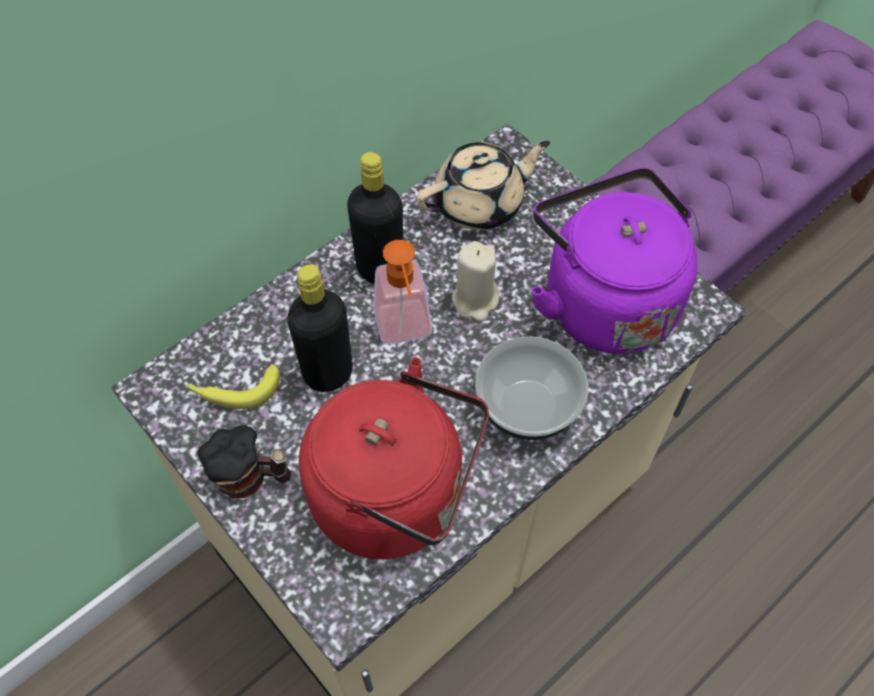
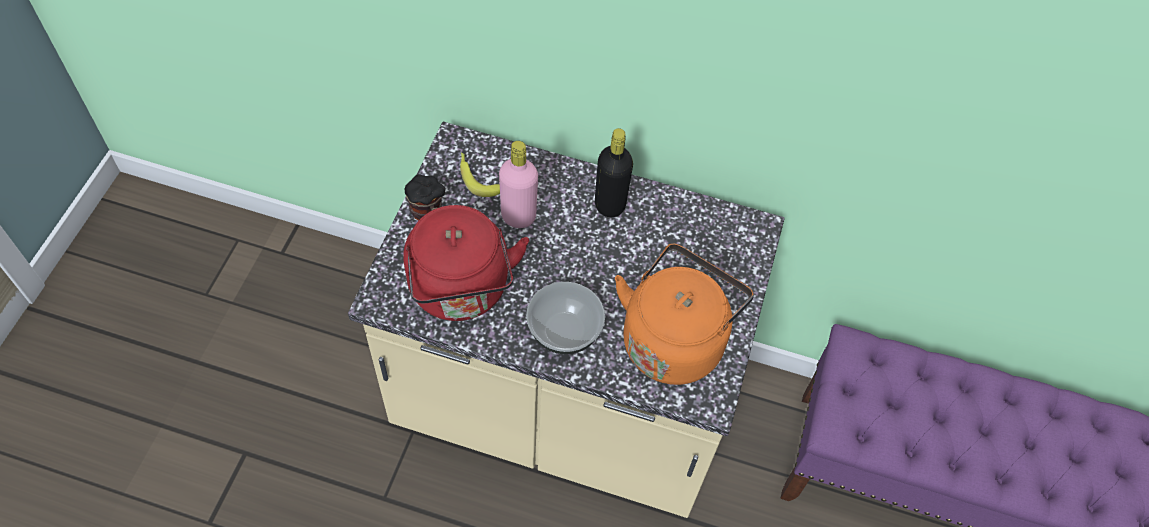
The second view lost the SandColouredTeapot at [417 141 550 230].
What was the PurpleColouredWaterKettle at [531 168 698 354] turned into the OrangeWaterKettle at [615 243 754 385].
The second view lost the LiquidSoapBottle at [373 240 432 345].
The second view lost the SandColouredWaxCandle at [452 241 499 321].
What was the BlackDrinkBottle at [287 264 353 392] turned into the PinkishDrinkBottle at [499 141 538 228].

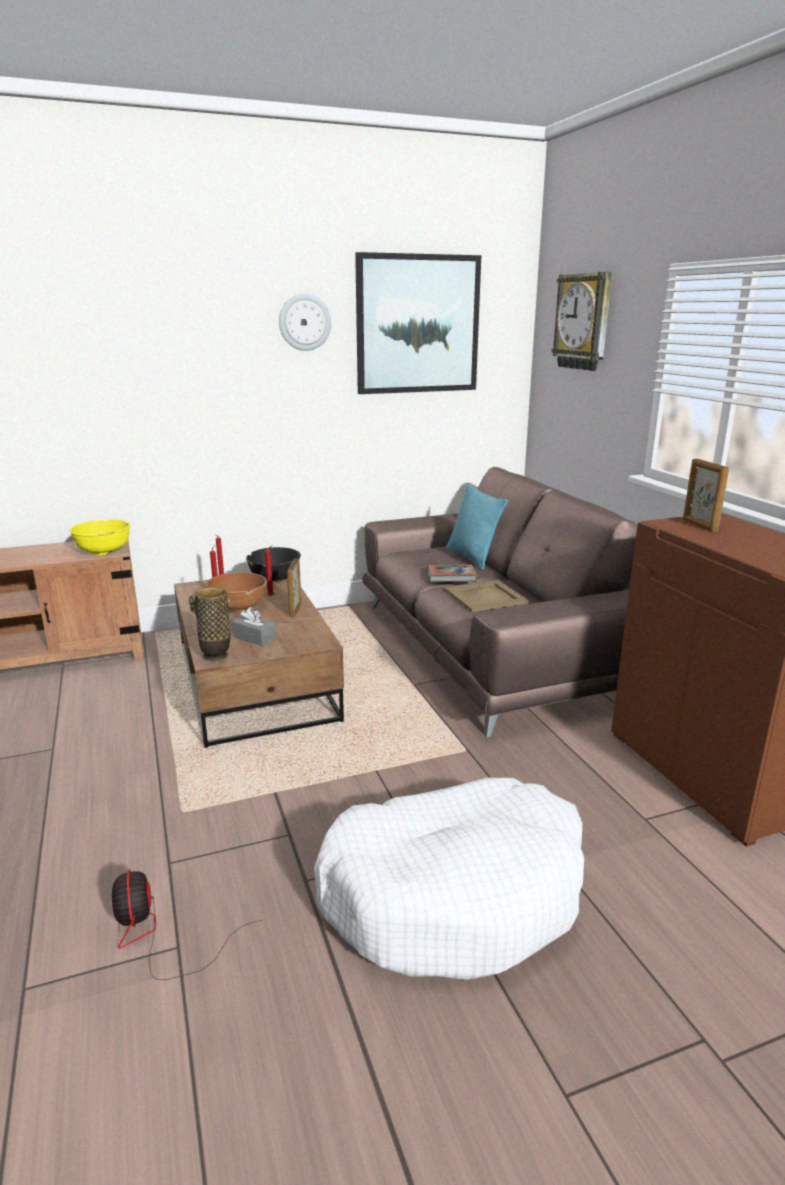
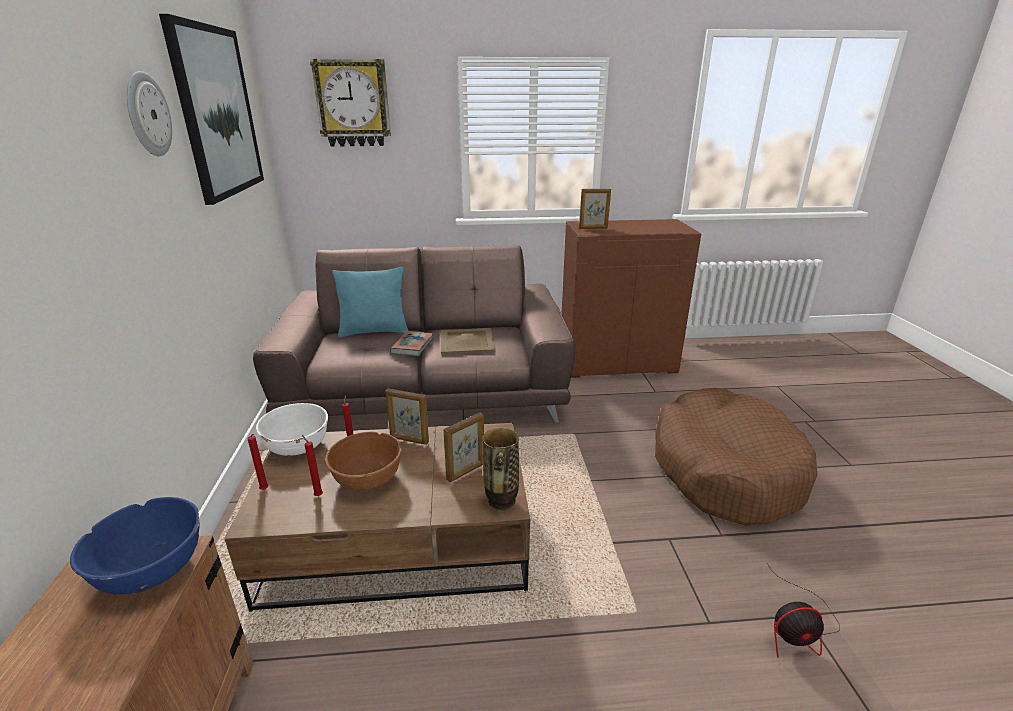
What was the YellowColouredServingBowl at [70 520 130 555] turned into the BlueServingBowl at [70 497 200 594].
What was the BlackServingBowl at [246 547 301 581] turned into the WhiteServingBowl at [256 403 328 456].
Where the GrayBoxOfTissues stood at [232 607 277 646], the StandingFrame came to stand at [444 412 484 482].
What was the WhiteDogCushion at [314 778 584 980] turned into the BrownDogCushion at [655 388 817 526].

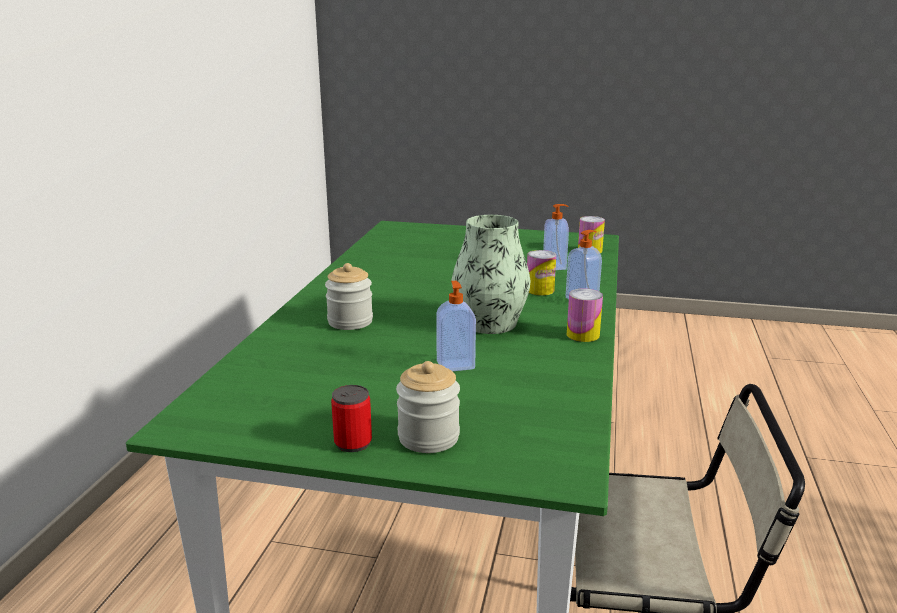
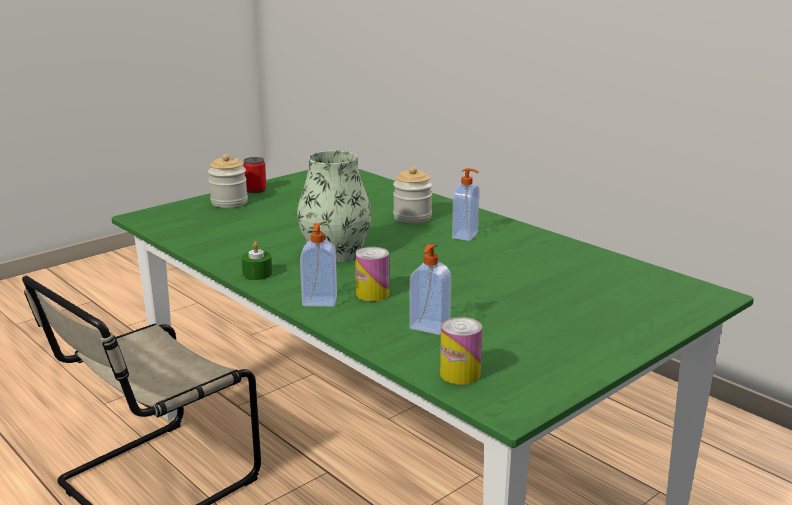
The LiquidSoapBottle ended up elsewhere, having gone from [436 281 476 371] to [452 168 480 241].
Where the SealedCan stood at [567 289 603 342], the GreenWaxCandle came to stand at [241 241 272 280].

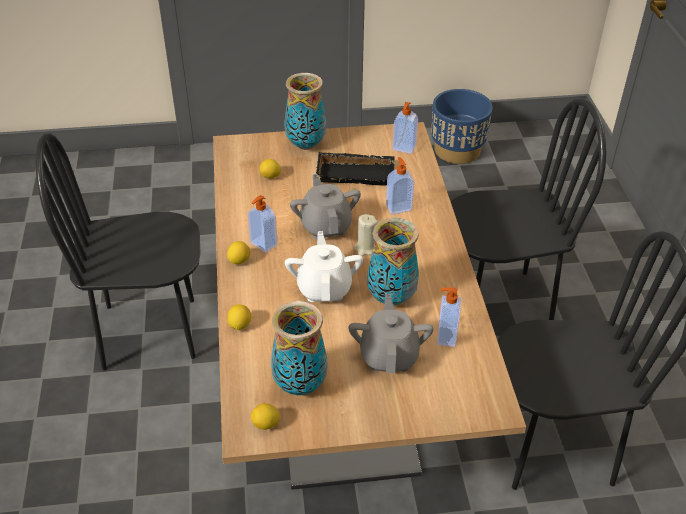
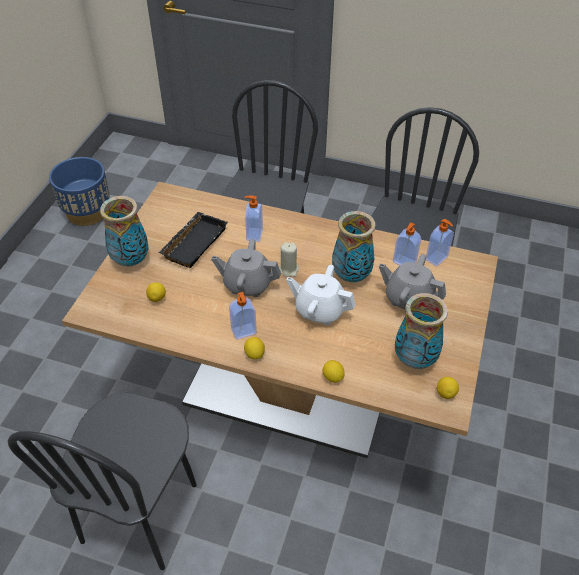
The LiquidSoapBottle ended up elsewhere, having gone from [392 102 418 154] to [426 219 454 266].

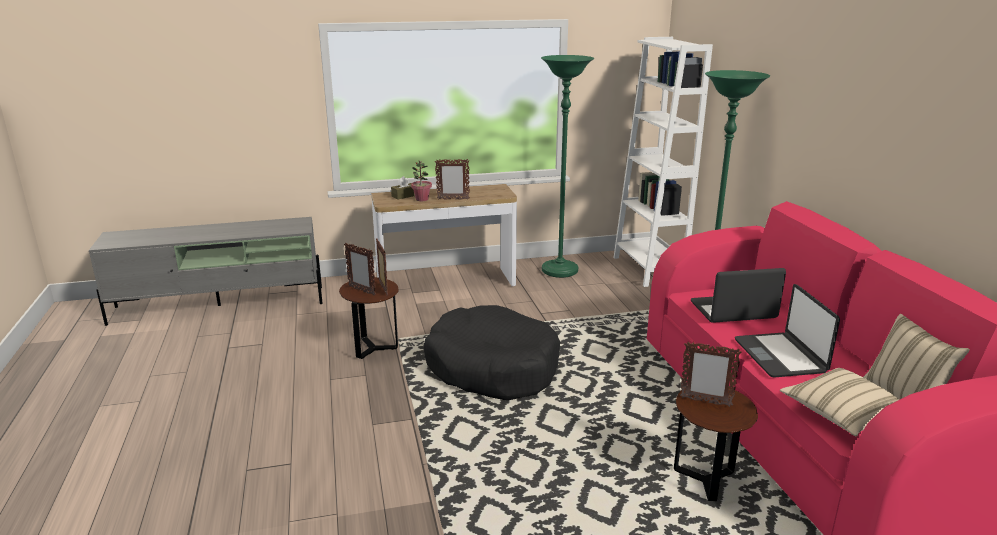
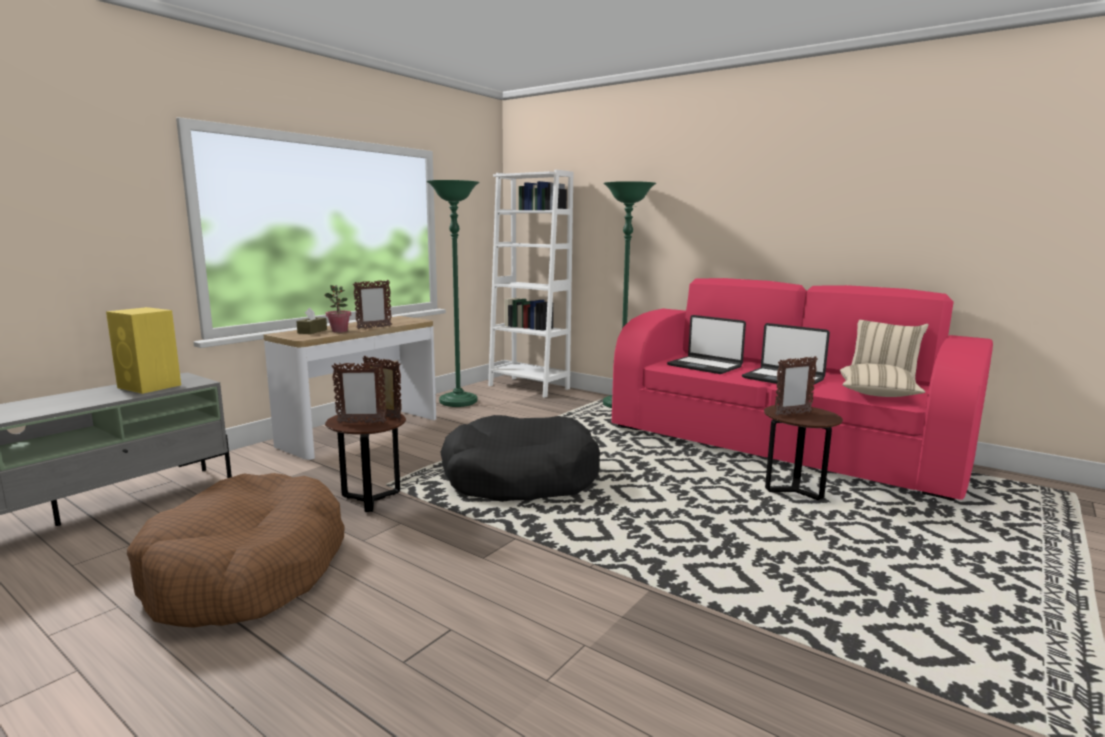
The NotebookComputer at [691 268 786 323] ended up facing another way, 90 degrees counterclockwise from before.
The second view gained the YellowColouredAudioSpeaker at [106 307 181 394].
The second view gained the BrownDogCushion at [127 473 345 628].

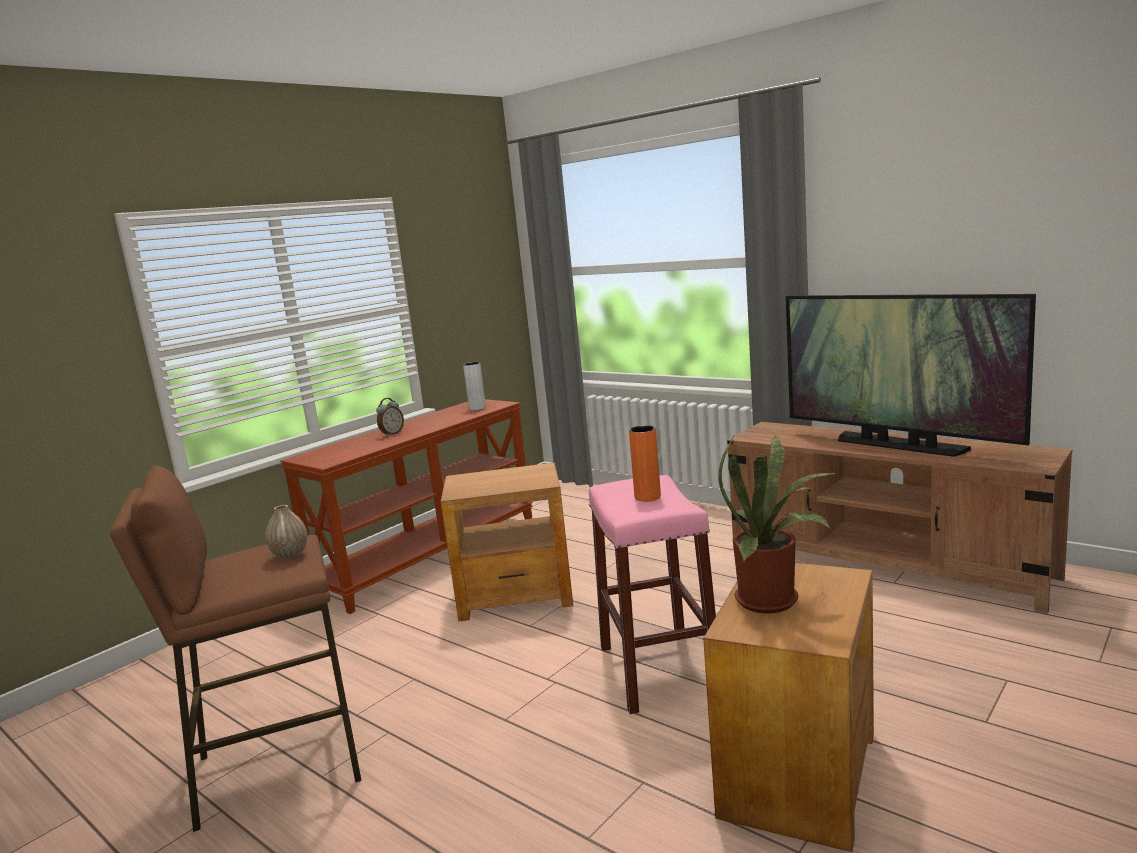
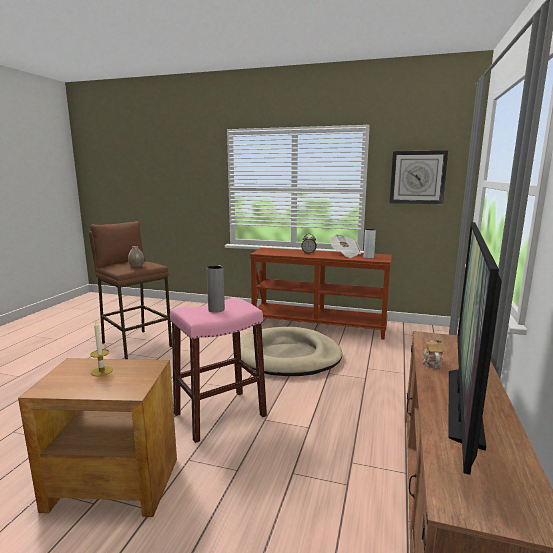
What was the OrangeVase at [629 425 661 502] turned into the GrayVase at [207 265 225 312].
Where the PlantInAPot stood at [719 434 835 614], the WaxCandle came to stand at [90 321 113 376].
Where the BrownSideTable stood at [441 463 573 621], the SandColouredDogCushion came to stand at [240 327 342 376].
The second view gained the WallClock at [390 150 448 204].
The second view gained the Newspaper at [330 234 361 258].
The second view gained the Teapot at [422 338 444 369].

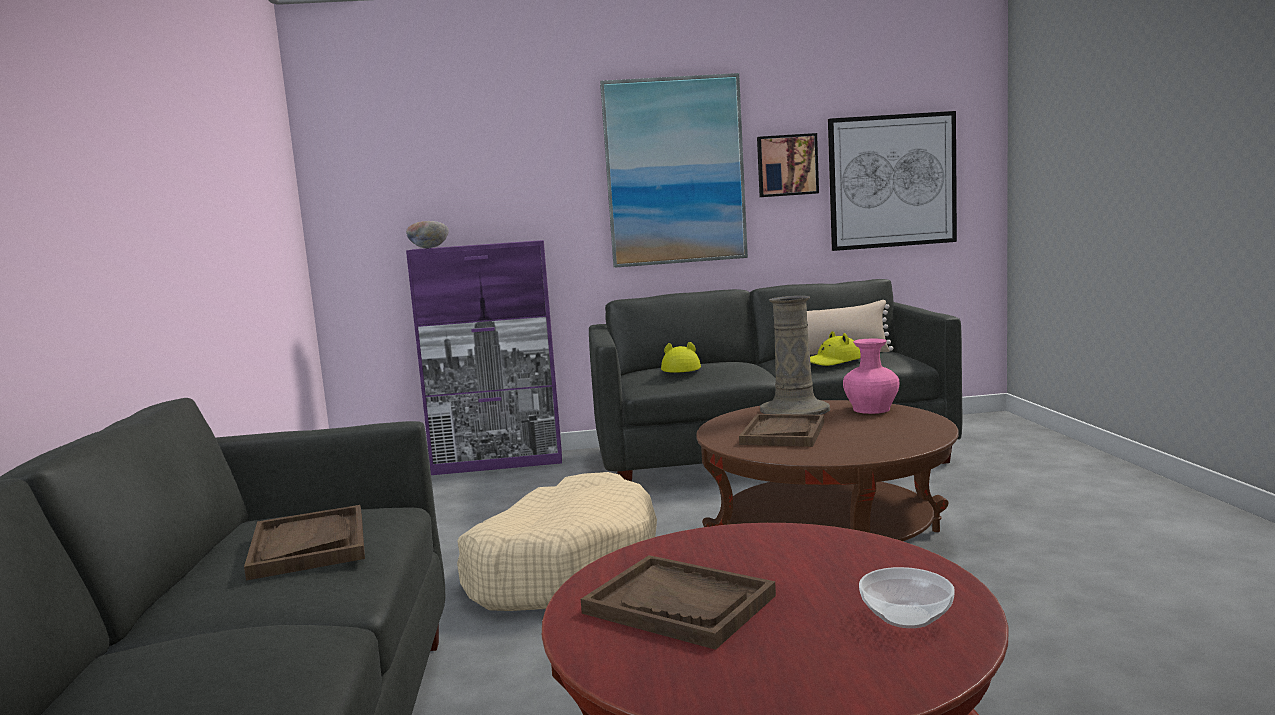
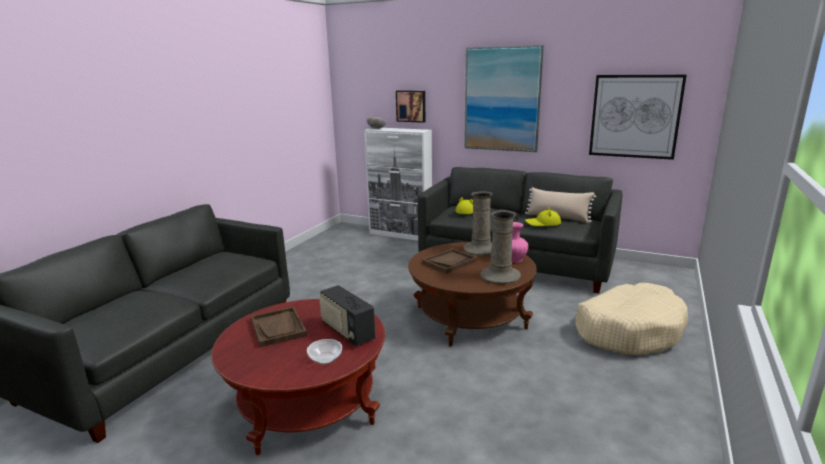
The Picture ended up elsewhere, having gone from [757 133 819 197] to [396 90 425 123].
What was the PurpleColouredStorageCabinet at [406 240 562 475] turned into the WhiteStorageCabinet at [364 128 432 241].
The SandColouredDogCushion ended up elsewhere, having gone from [457 472 657 611] to [575 283 688 355].
The second view lost the BrownTray at [244 505 365 580].
The second view gained the SandColouredVase at [480 210 521 285].
The second view gained the RadioSet at [319 285 376 346].

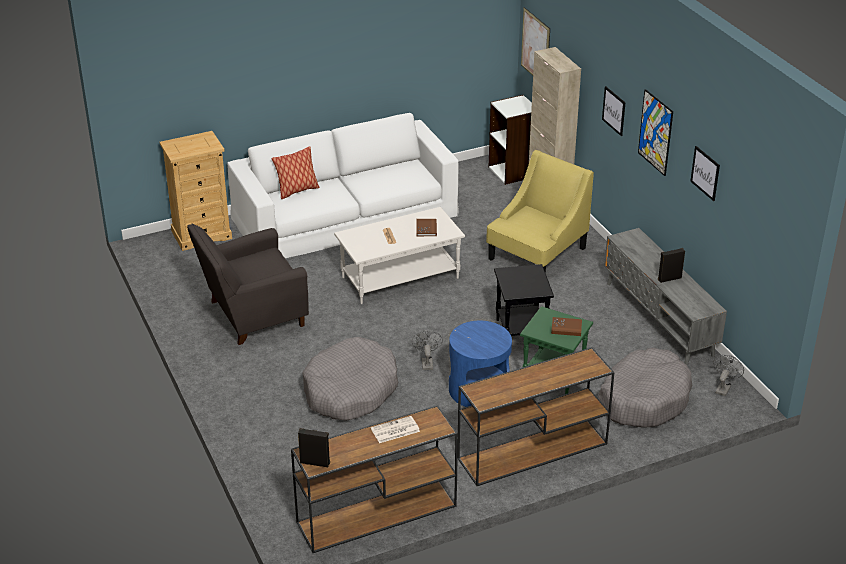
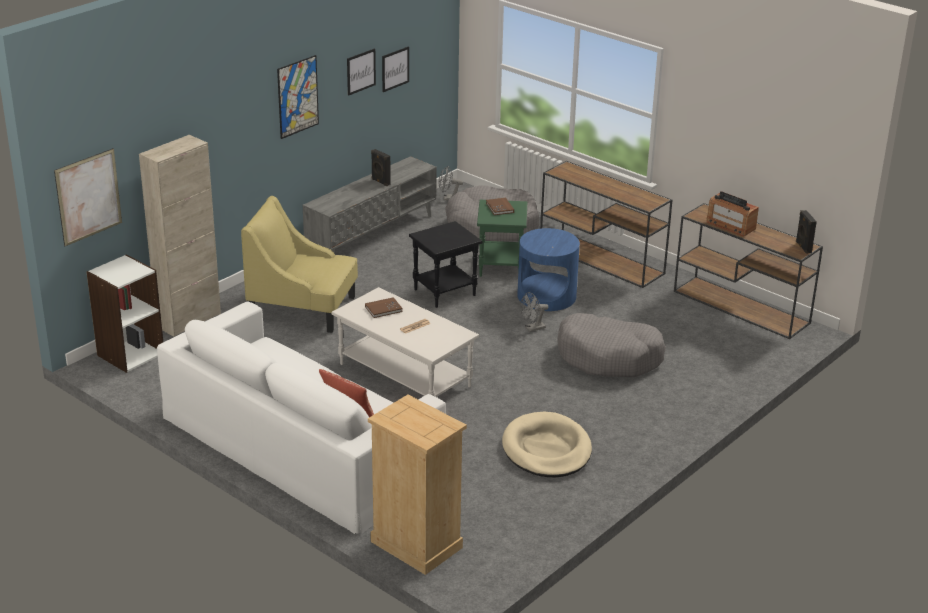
The Picture ended up elsewhere, having gone from [602 86 625 136] to [382 47 409 92].
Where the GrayArmchair stood at [187 224 309 345], the SandColouredDogCushion came to stand at [502 411 592 477].
Where the Newspaper stood at [371 416 420 443], the RadioSet came to stand at [706 191 759 236].

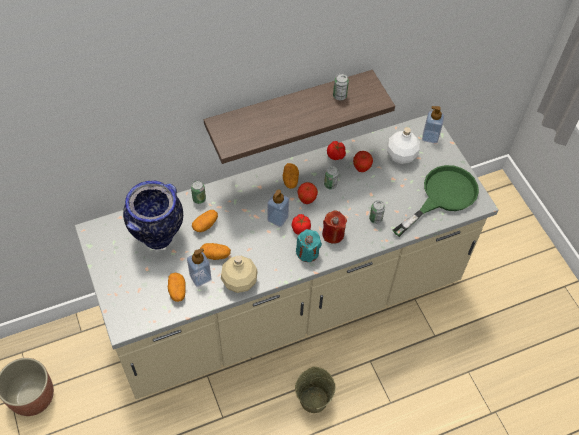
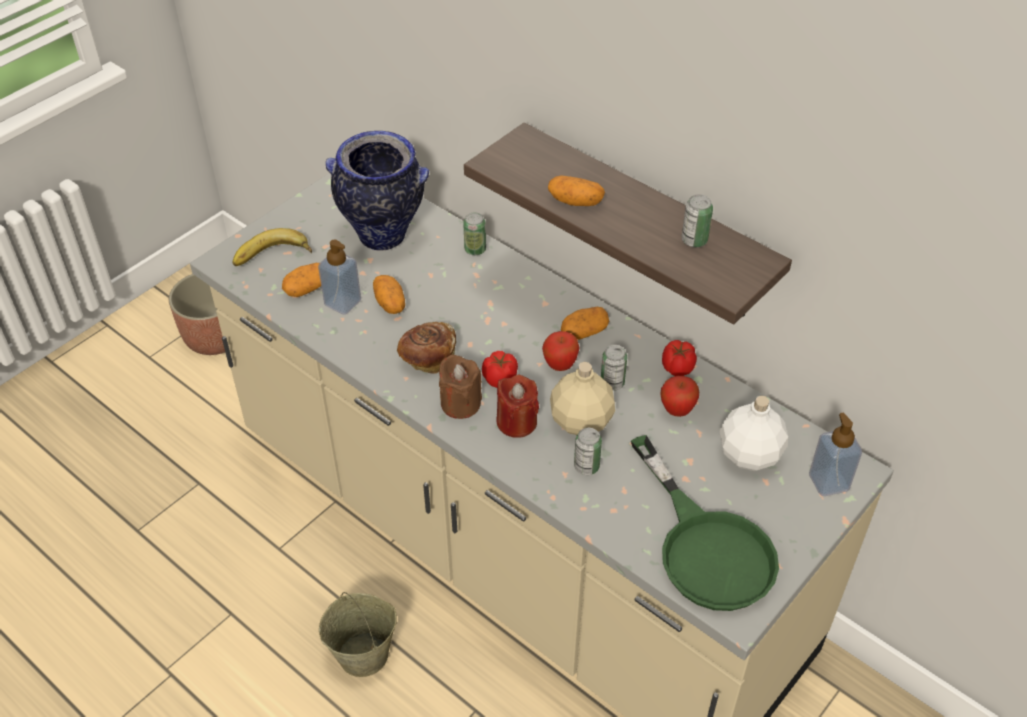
The GreenPan at [393 165 479 237] ended up facing another way, 45 degrees clockwise from before.
The second view lost the LiquidSoapBottle at [267 189 289 227].
The WholePotato ended up elsewhere, having gone from [192 210 218 232] to [548 176 605 206].
What was the BlueGreenWaxCandle at [296 229 322 262] turned into the BrownWaxCandle at [439 354 482 419].
The SandColouredDrinkBottle ended up elsewhere, having gone from [221 255 258 293] to [550 362 615 435].
The second view gained the WholeBanana at [232 228 312 266].
The second view gained the BakeryBread at [397 322 456 374].

